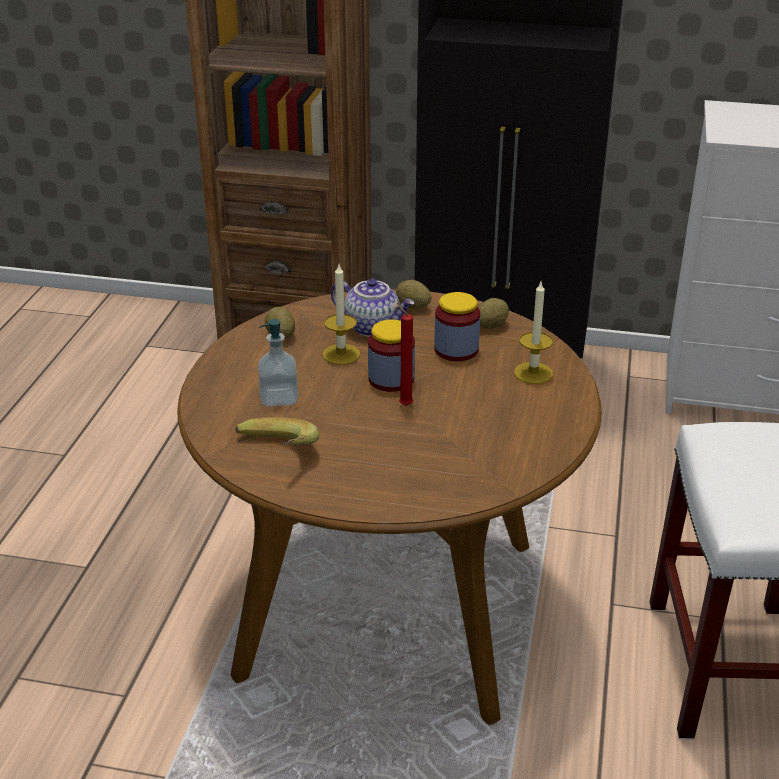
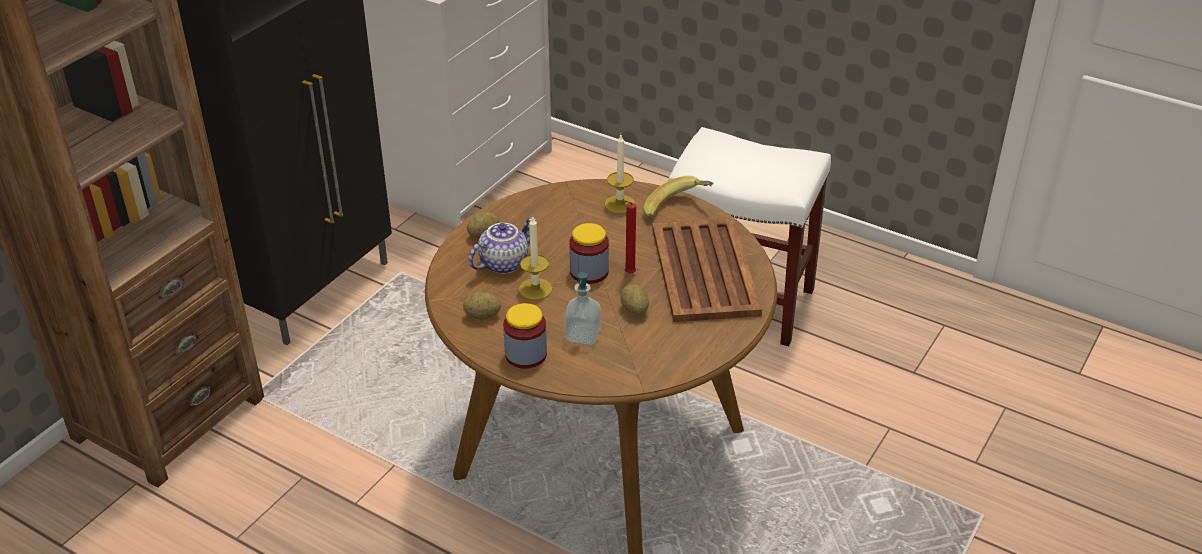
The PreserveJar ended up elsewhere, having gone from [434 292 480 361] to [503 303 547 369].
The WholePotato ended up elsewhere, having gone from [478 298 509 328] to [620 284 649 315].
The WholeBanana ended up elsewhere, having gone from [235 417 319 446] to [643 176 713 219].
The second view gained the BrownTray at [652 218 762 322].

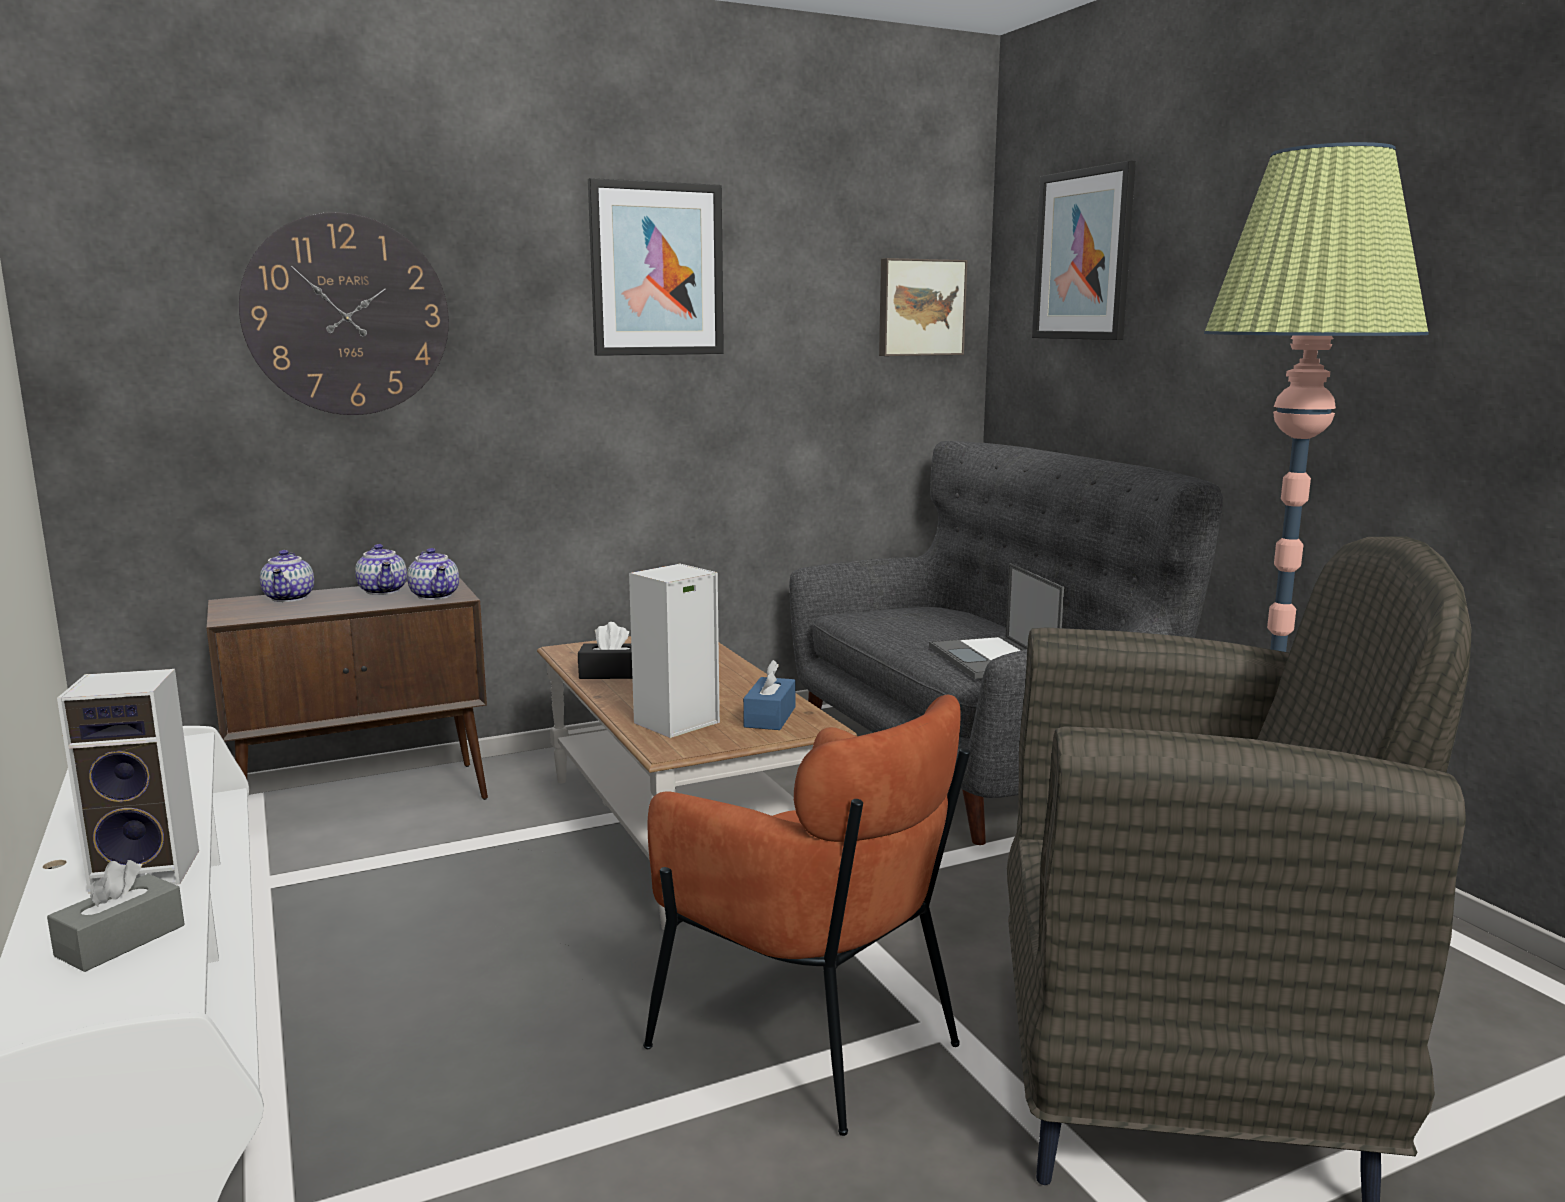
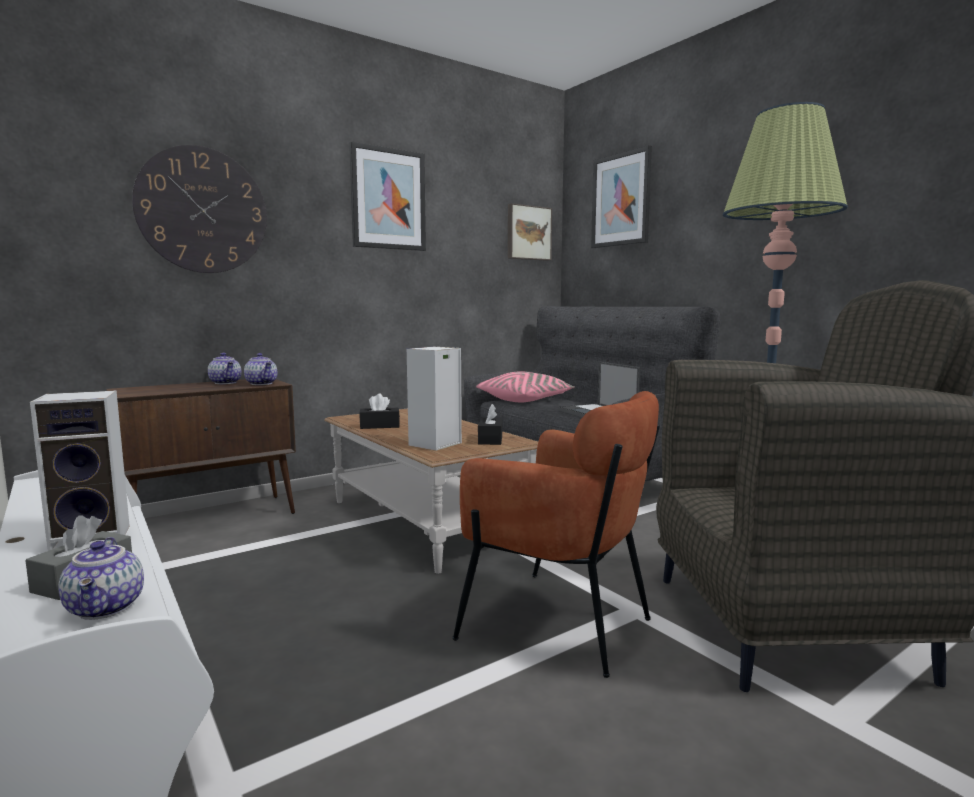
The Teapot ended up elsewhere, having gone from [260 550 314 602] to [58 537 144 620].
What was the BlueBoxOfTissues at [743 660 795 730] turned into the BlackBoxOfTissues at [478 404 502 445].
The second view gained the PinkishThrowPillow at [476 371 575 402].

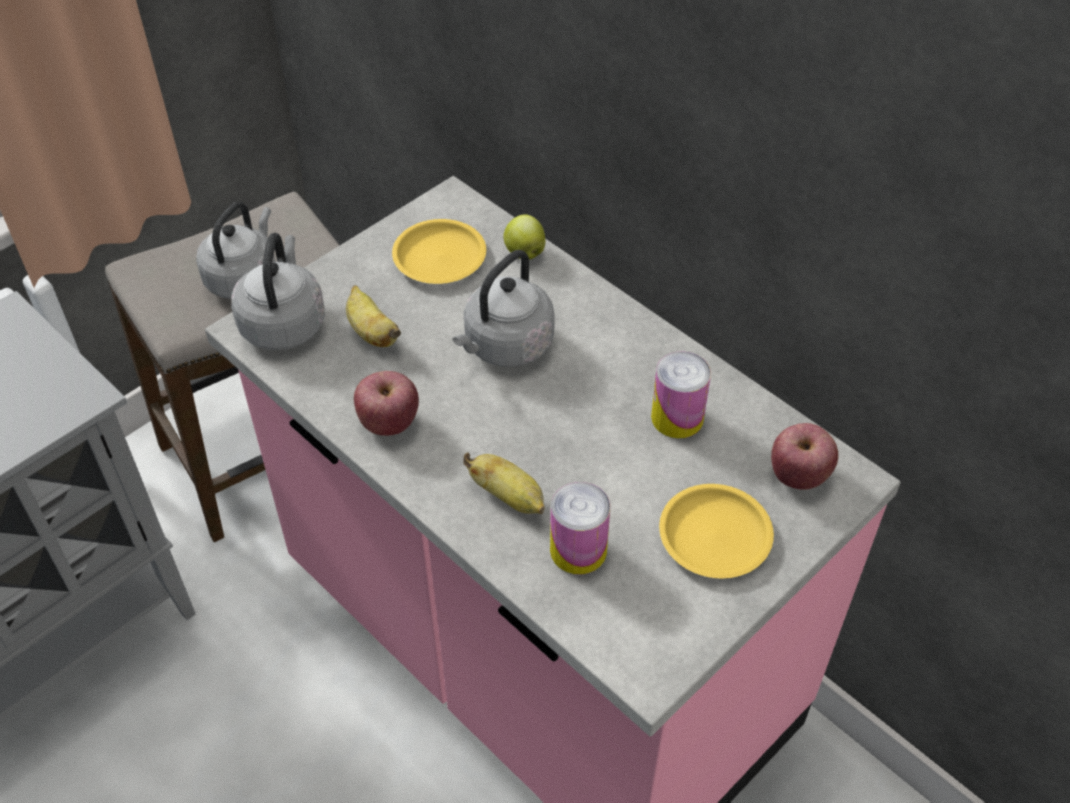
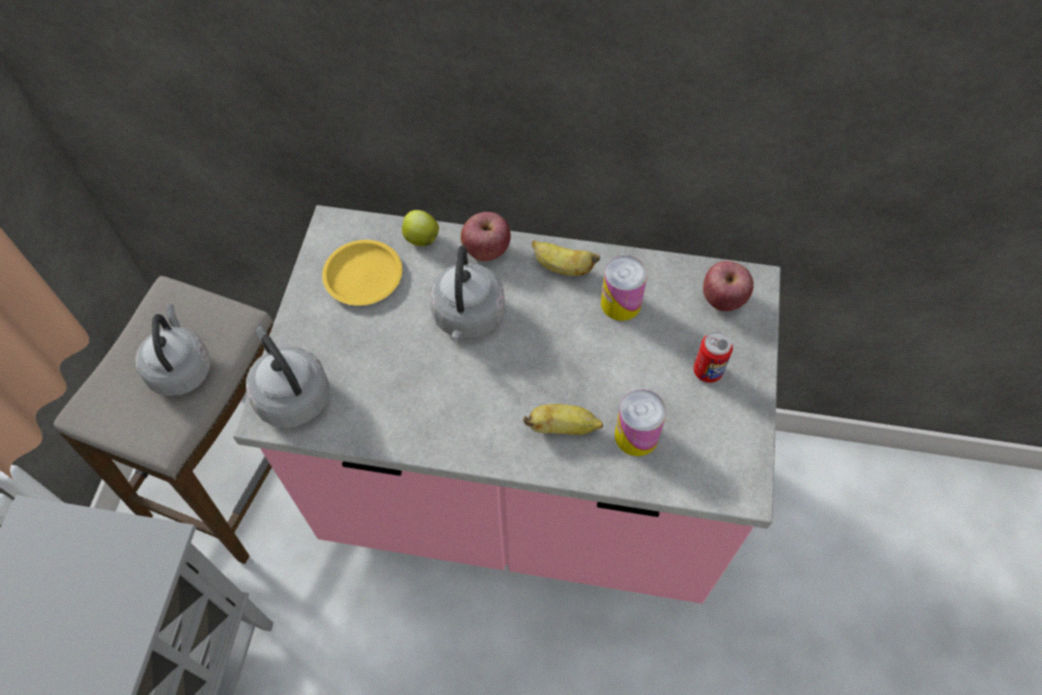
The WholeBanana ended up elsewhere, having gone from [346 285 401 347] to [532 240 600 276].
The Apple ended up elsewhere, having gone from [354 371 419 436] to [461 212 511 261].
Where the YellowColouredDinnerPlate stood at [659 484 774 578], the SealedCan came to stand at [693 332 733 383].

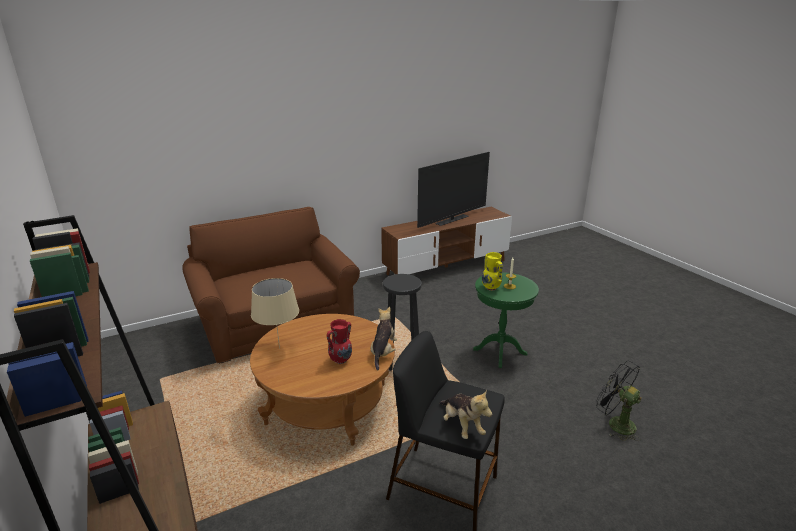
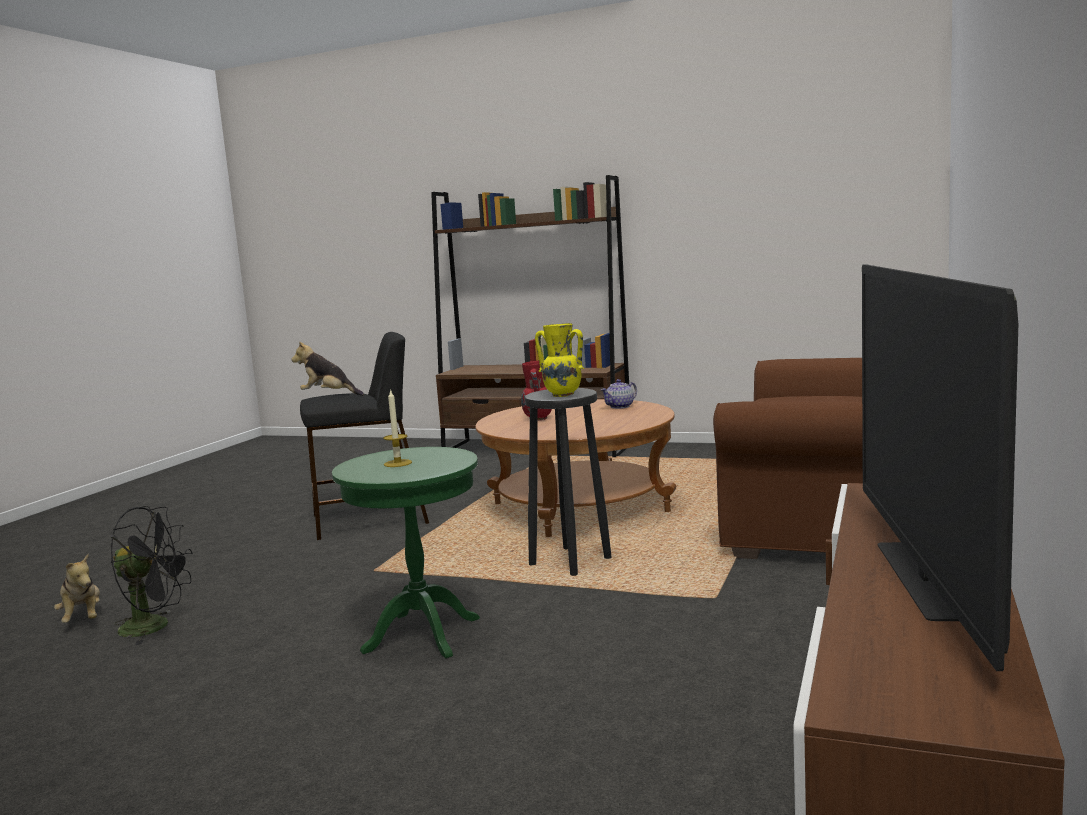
The YellowColouredVase ended up elsewhere, having gone from [482 252 503 291] to [535 323 584 397].
Where the SandColouredTableLamp stood at [251 278 299 349], the Teapot came to stand at [601 379 637 409].
The PlushToy ended up elsewhere, having gone from [371 307 397 371] to [54 554 100 623].

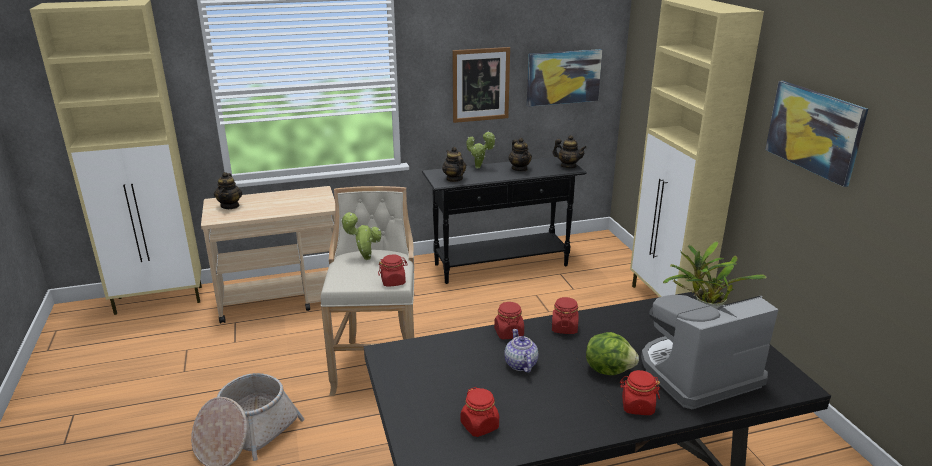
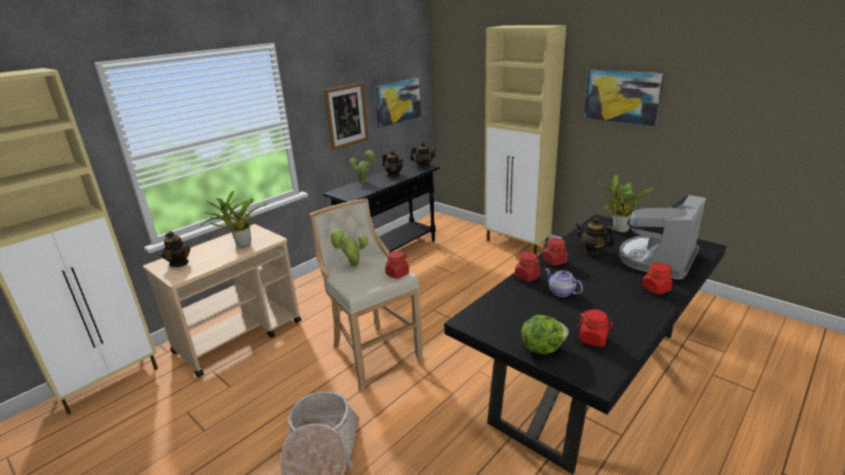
The Teapot ended up elsewhere, having gone from [442 147 466 182] to [576 218 616 256].
The HeadOfLettuce ended up elsewhere, having gone from [586 332 639 375] to [521 315 569 354].
The second view gained the PlantInAPot at [201 190 269 247].

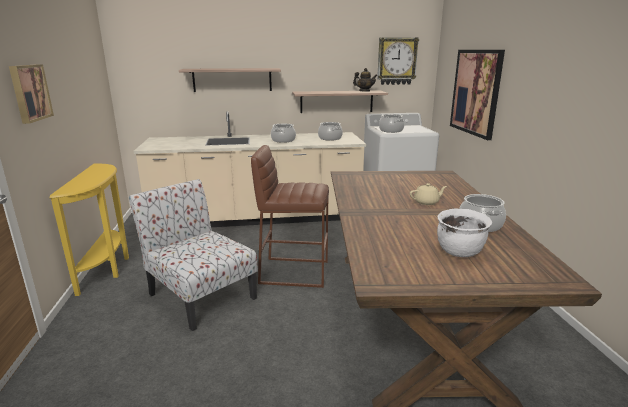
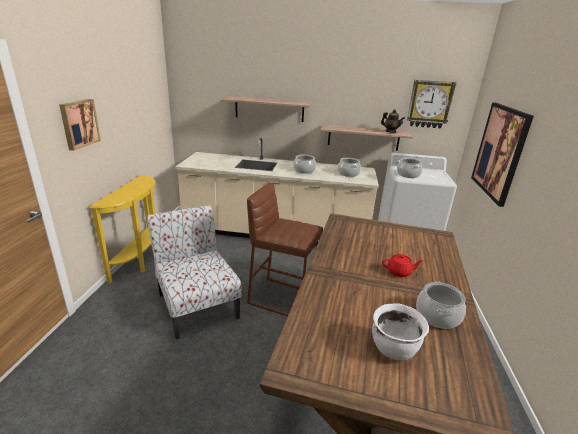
What was the SandColouredTeapot at [410 183 447 205] turned into the ReddishTeapot at [382 254 424 277].

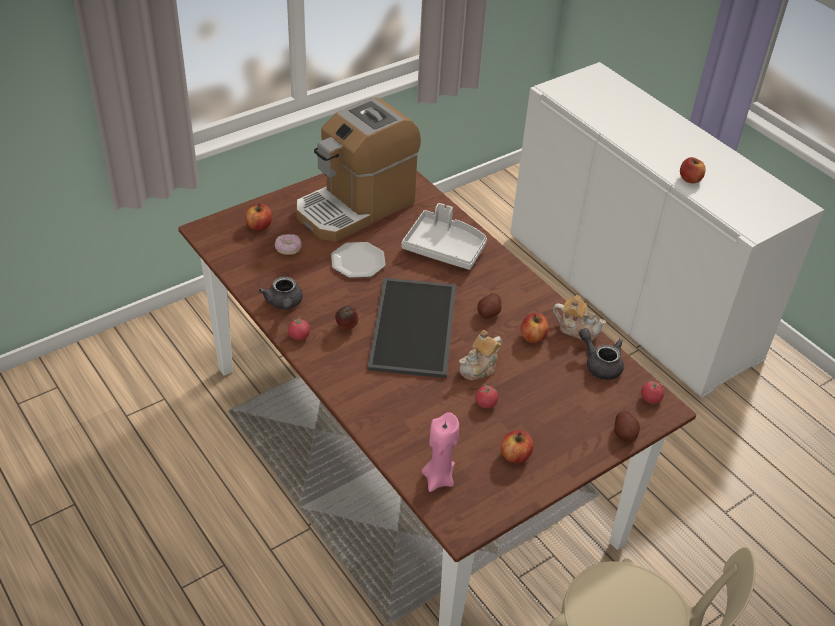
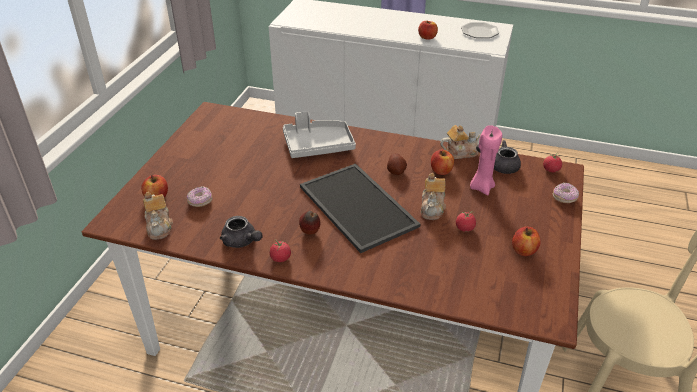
The second view lost the CoffeeBrewer at [296 98 421 242].
The DinnerPlate ended up elsewhere, having gone from [331 242 386 278] to [461 22 499 38].
Where the WholePotato stood at [614 411 640 442], the RingDoughnut came to stand at [553 183 579 203].
The PinkishWaxCandle ended up elsewhere, having gone from [422 412 459 492] to [470 125 502 195].
The second view gained the Teapot at [143 192 173 240].

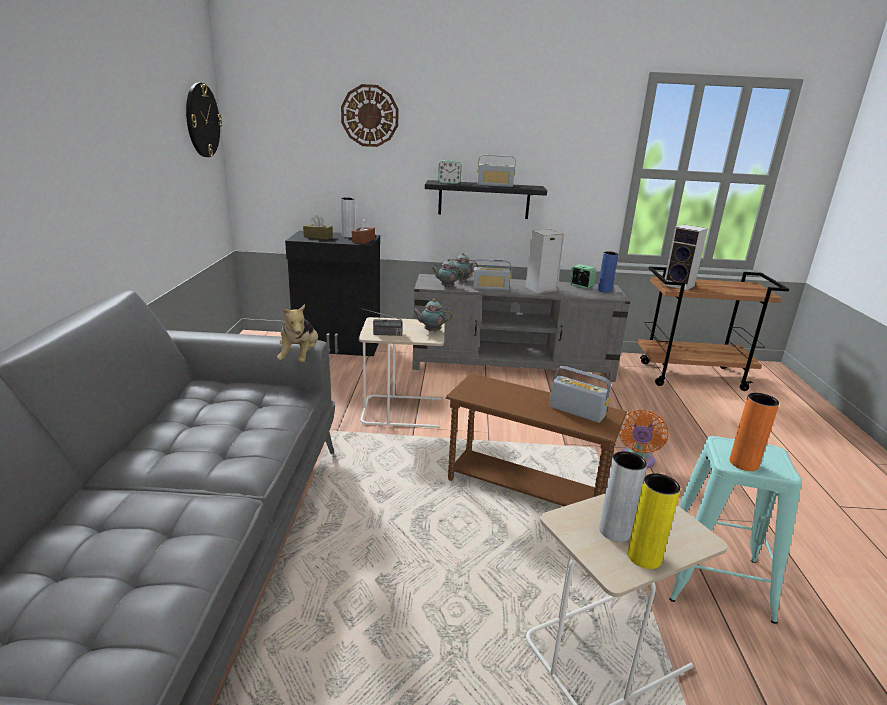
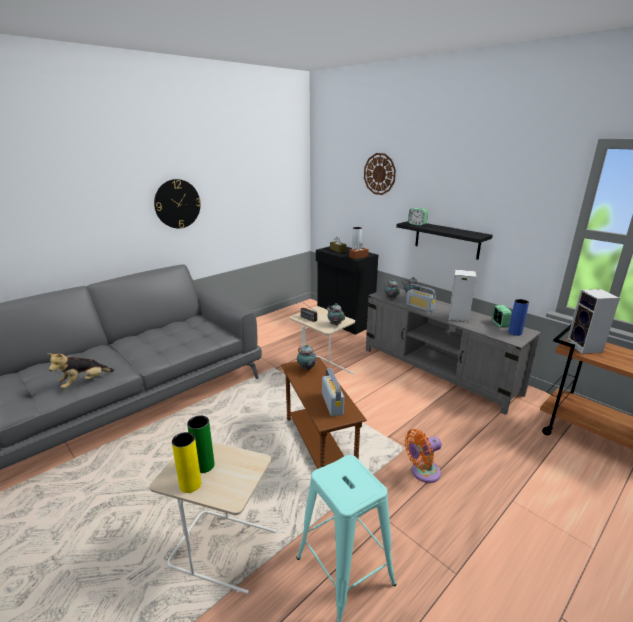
The WallClock ended up elsewhere, having gone from [186 83 222 157] to [154 179 201 229].
The second view lost the RadioSet at [477 155 516 187].
The PlushToy ended up elsewhere, having gone from [277 304 318 363] to [47 353 115 389].
The second view lost the OrangeVase at [729 393 779 471].
What was the GrayVase at [599 451 647 542] turned into the GreenVase at [187 415 214 473].
The second view gained the Teapot at [297 344 317 370].

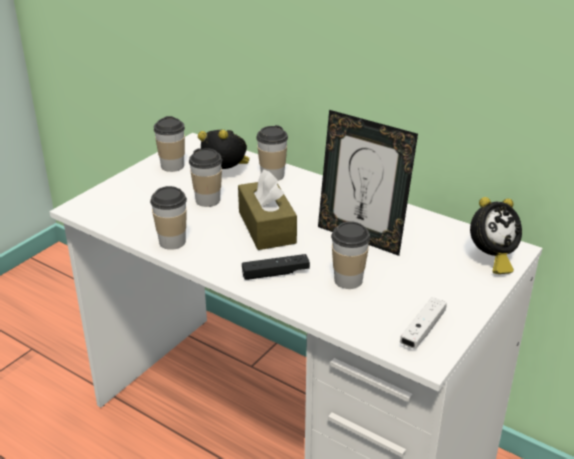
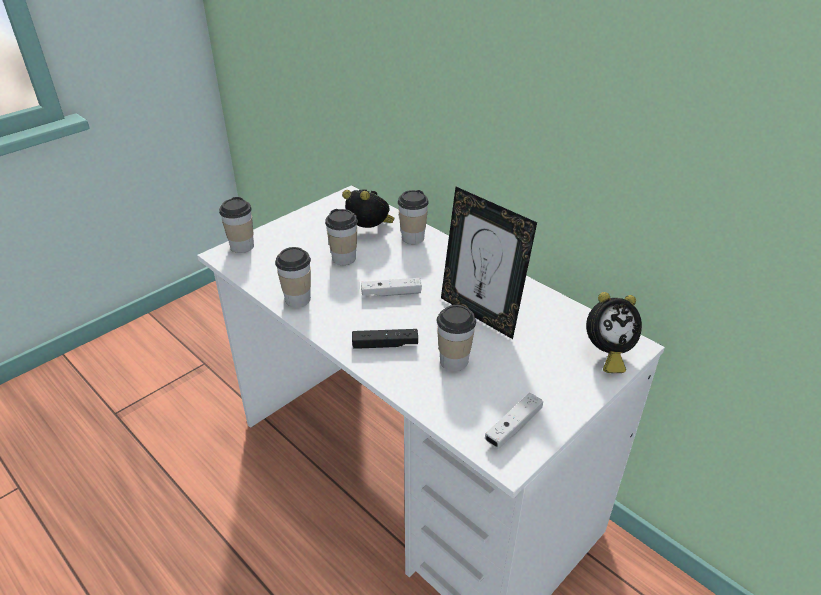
The SmallCup ended up elsewhere, having gone from [154 116 185 172] to [219 197 254 253].
Where the BrownBoxOfTissues stood at [238 170 297 250], the WhiteJoypad came to stand at [361 278 422 296].

